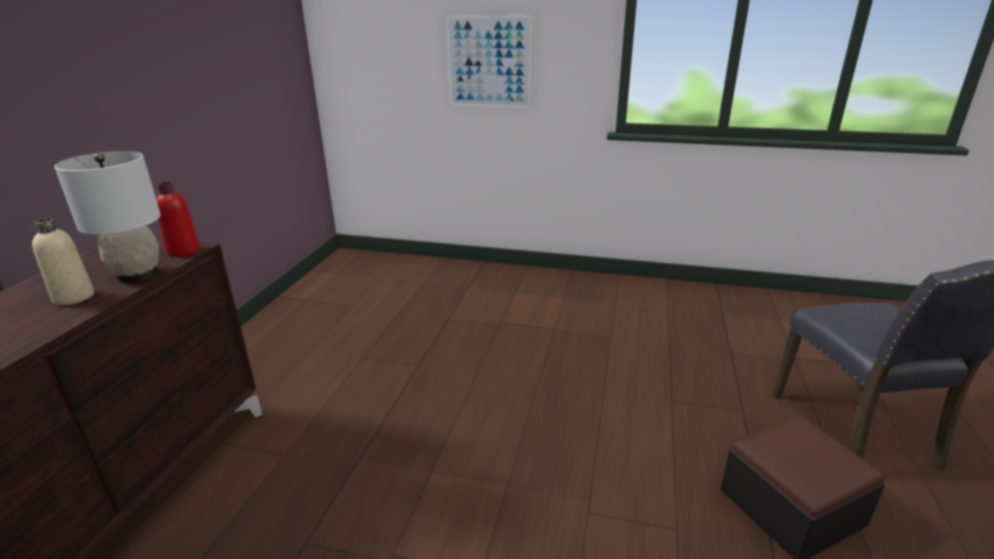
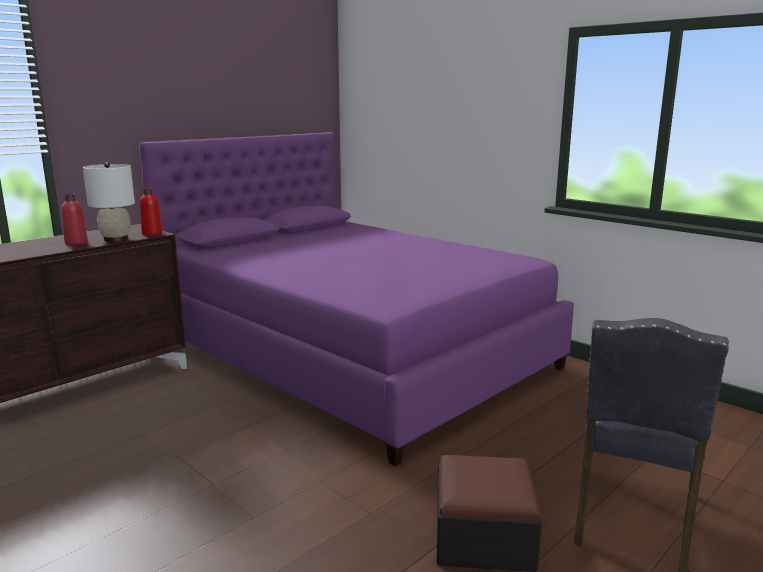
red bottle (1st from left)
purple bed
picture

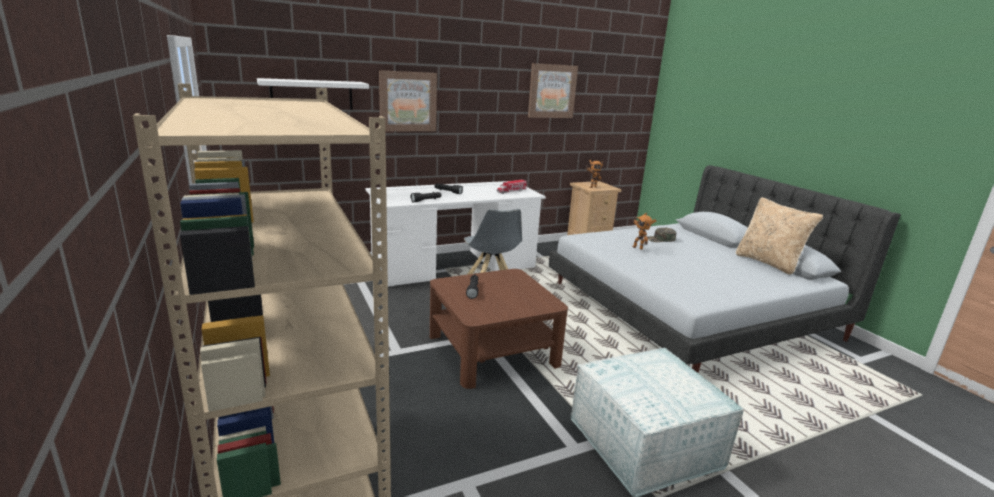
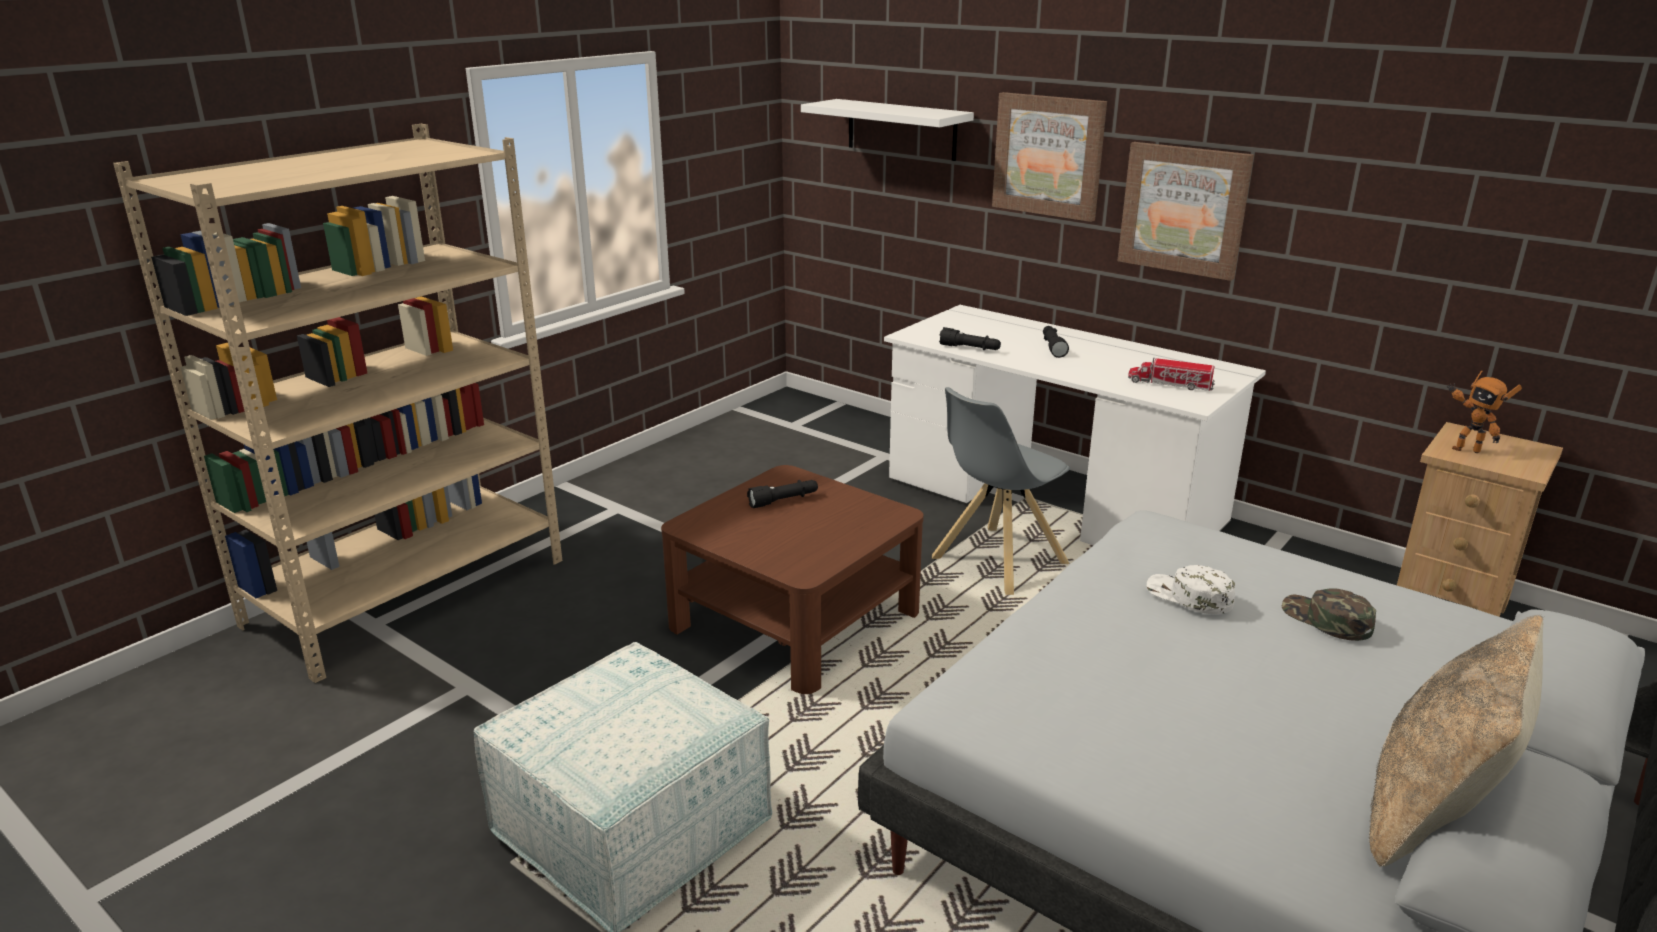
picture (2nd from left)
white cap

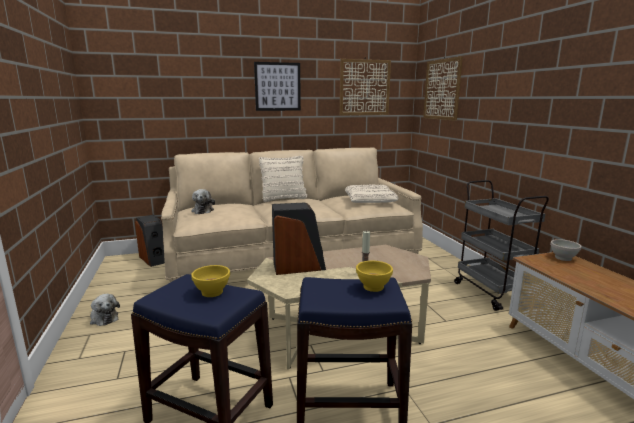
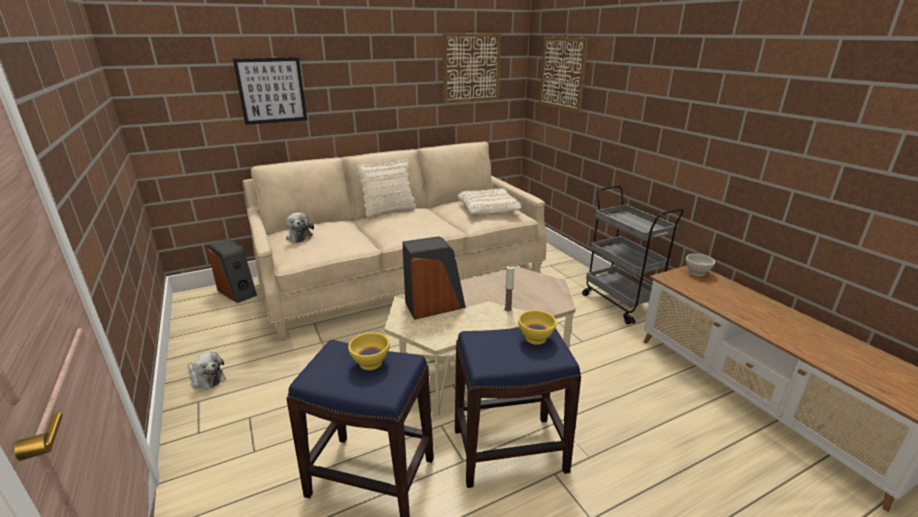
picture (1st from left)

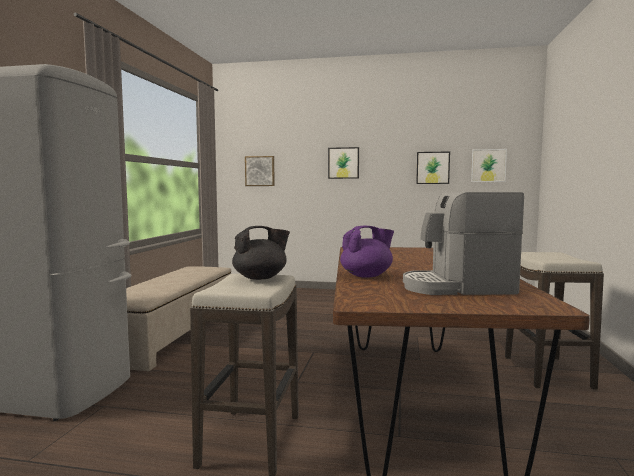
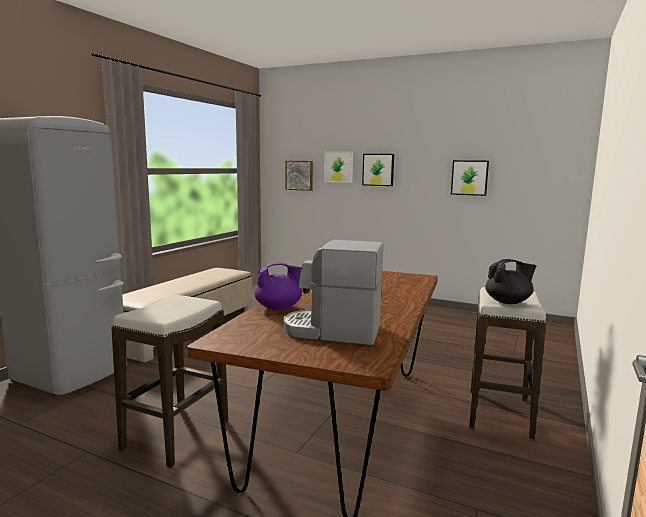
picture (2nd from left)
black teapot

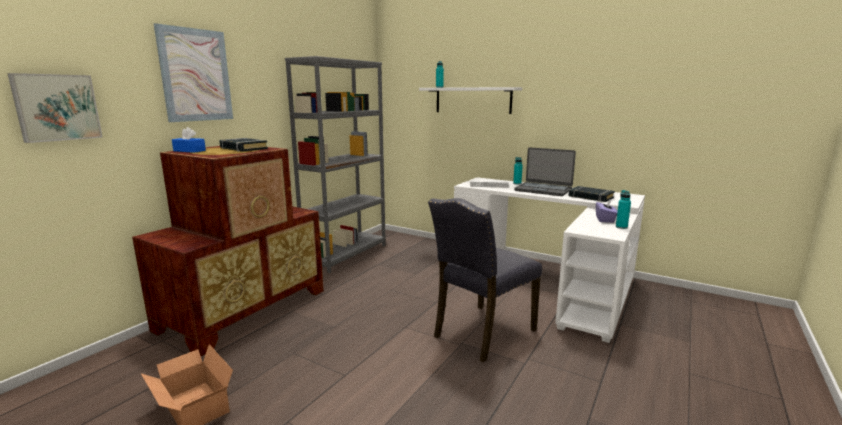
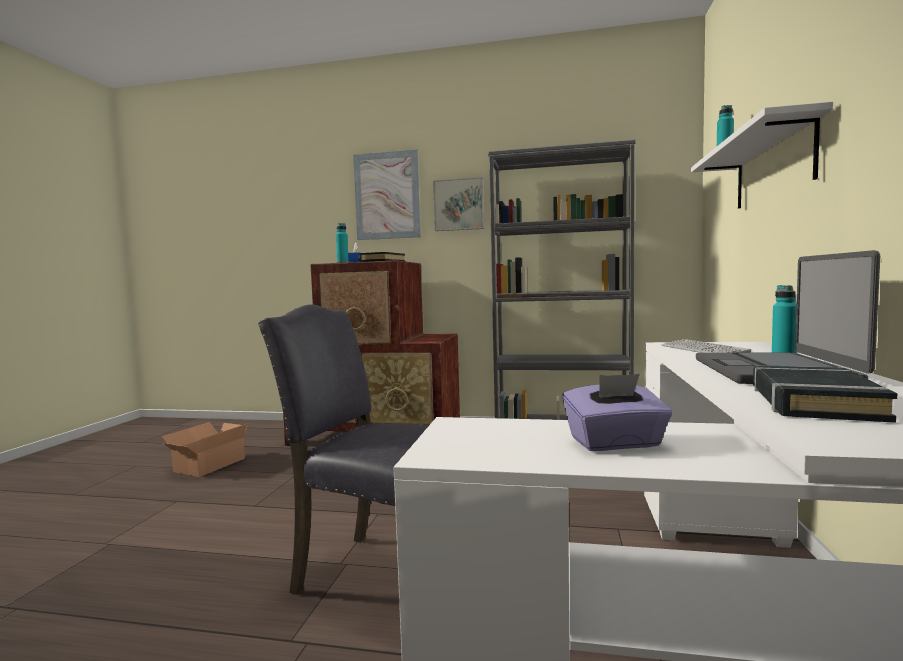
turquoise bottle (1st from left)
picture (2nd from left)

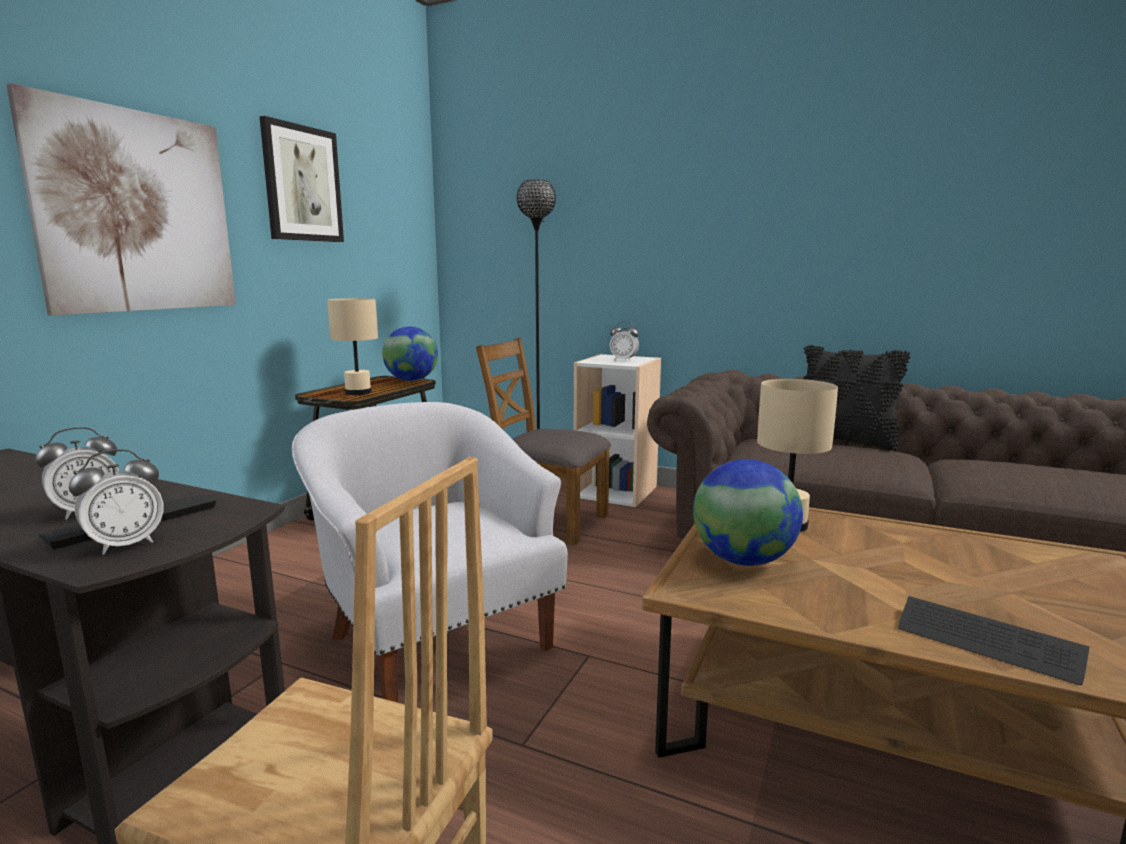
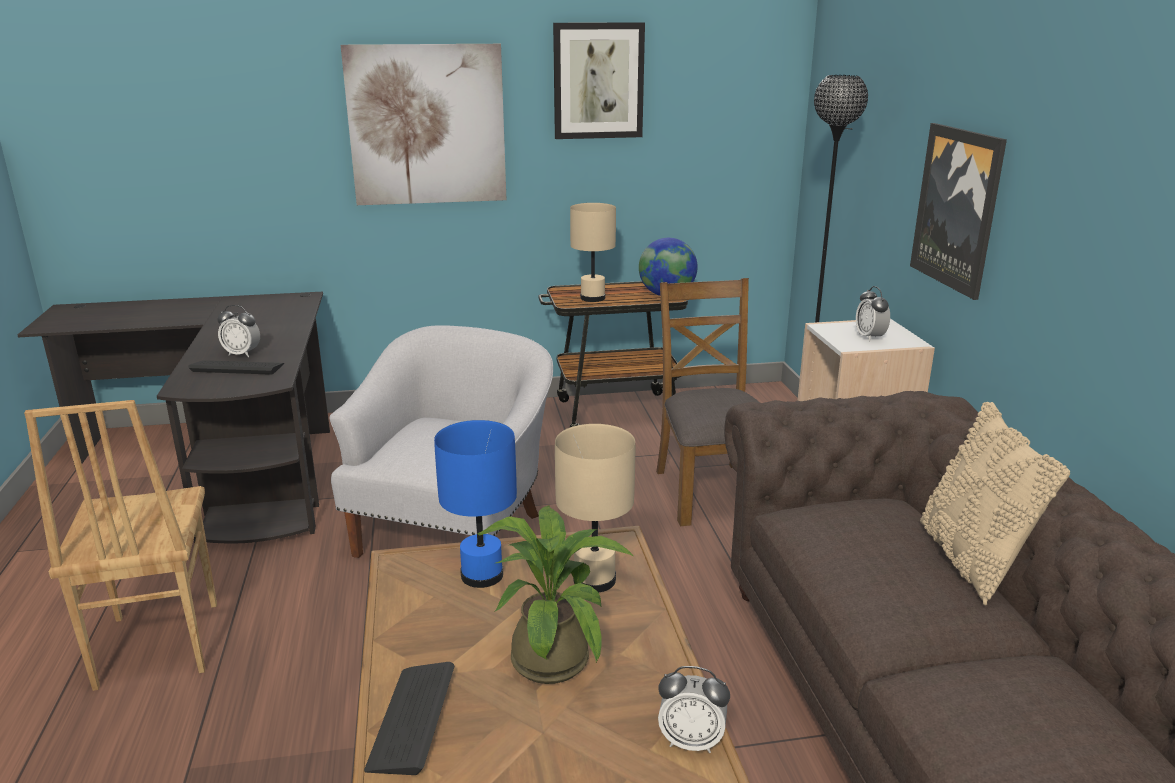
blue table lamp
potted plant
alarm clock (2nd from left)
picture (3rd from left)
beige pillow

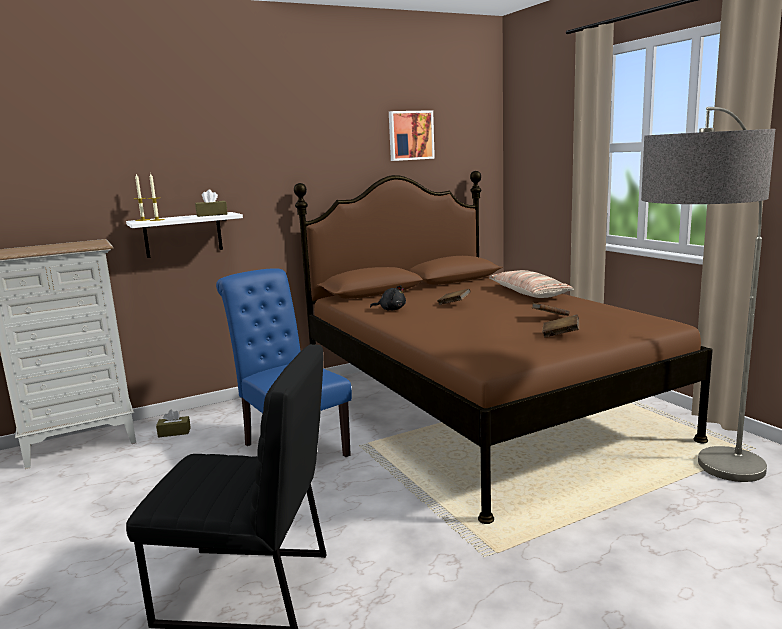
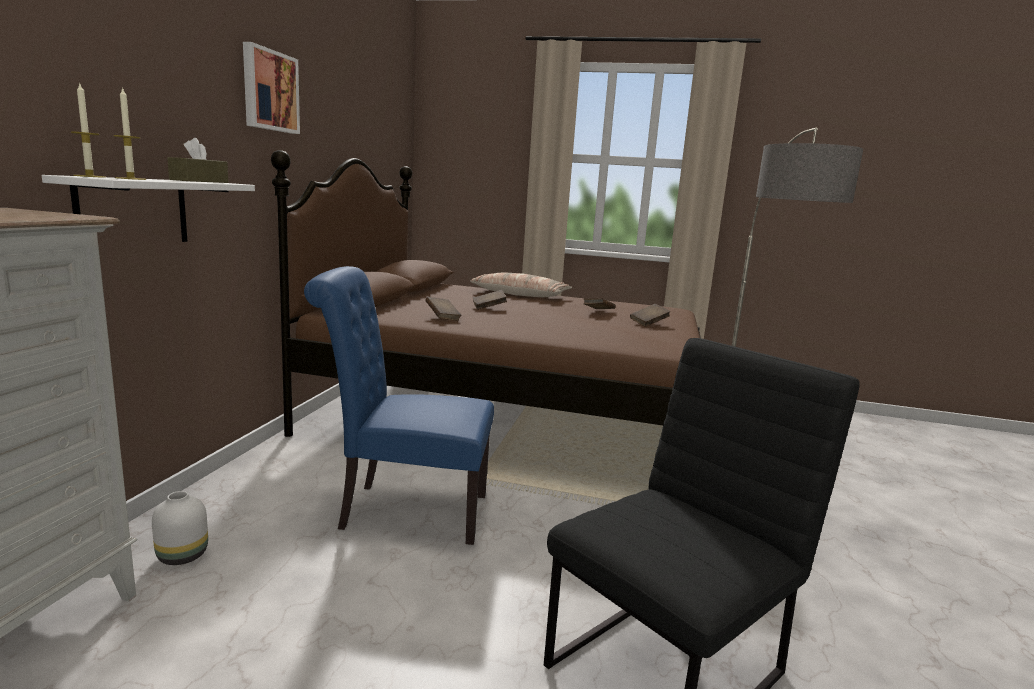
white vase
picture
brown book (1st from left)

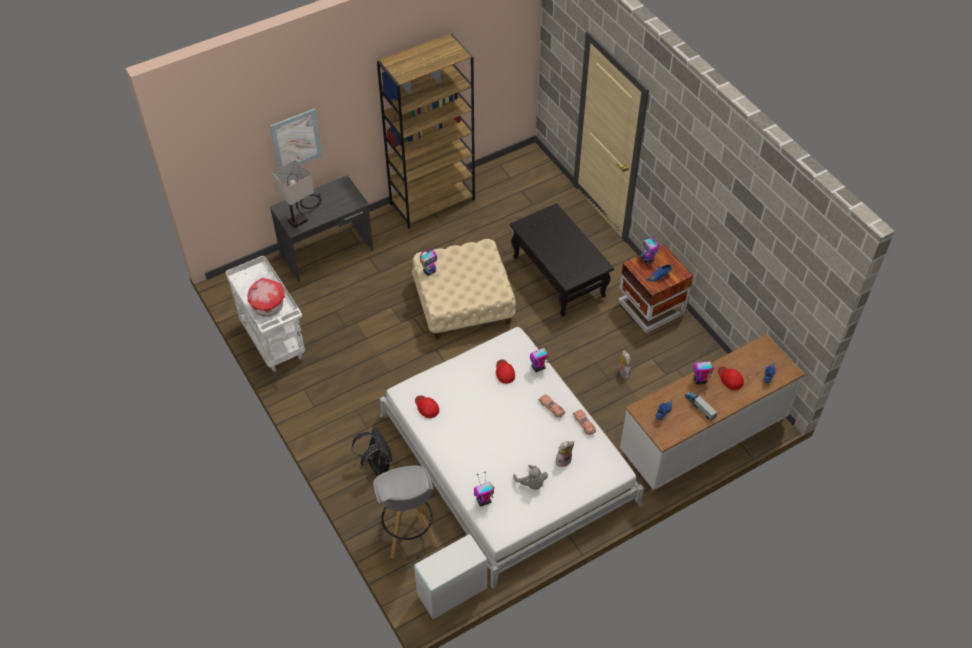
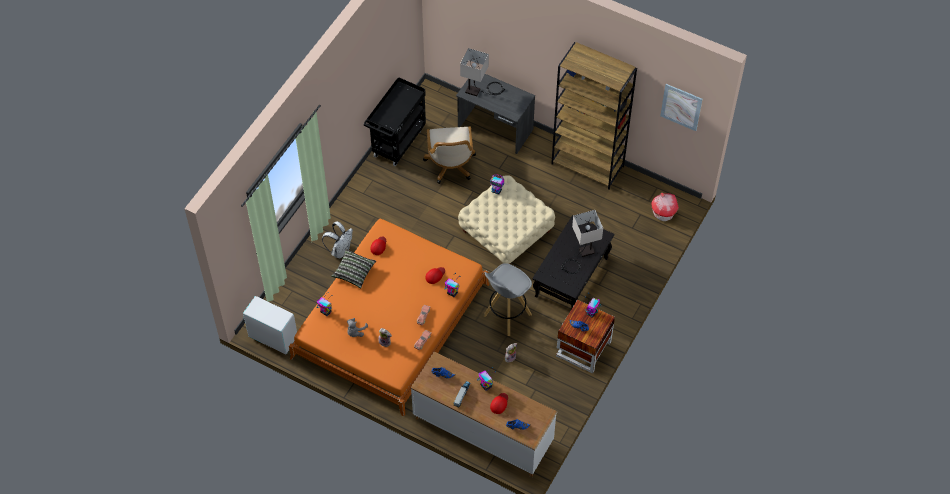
orange bed
white backpack
pillow
black cart
office chair
grey stool
table lamp (2nd from left)
toy house
picture

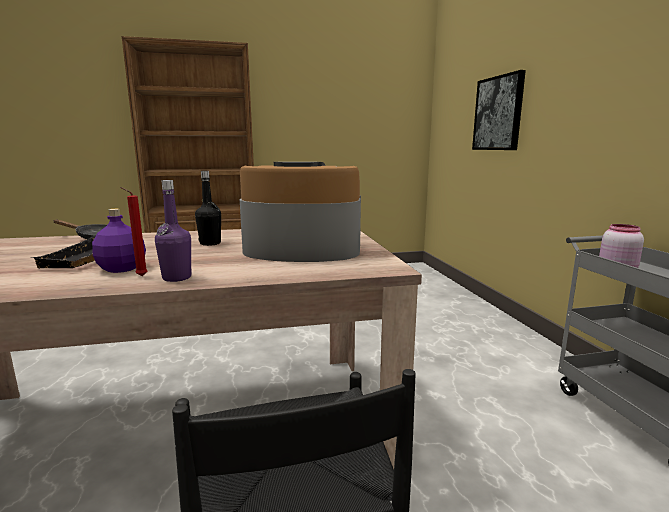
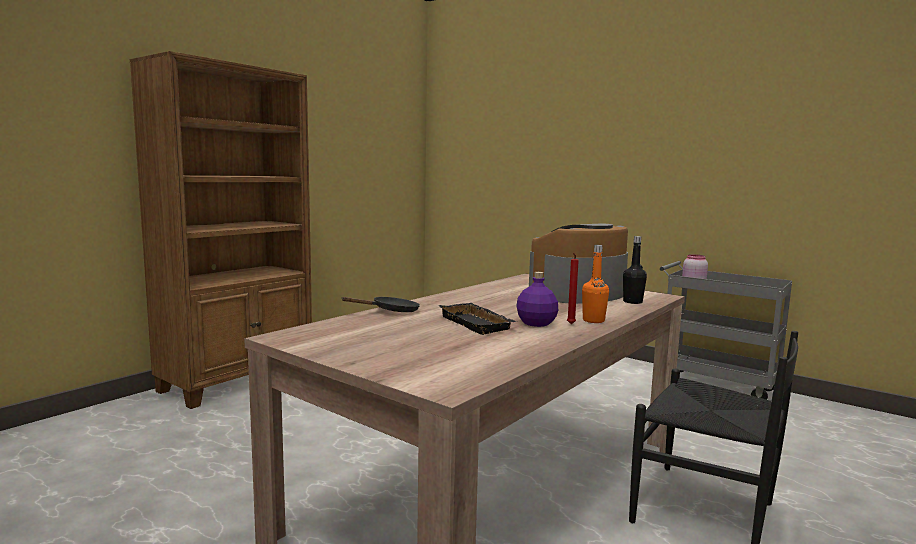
orange bottle
black bottle
picture

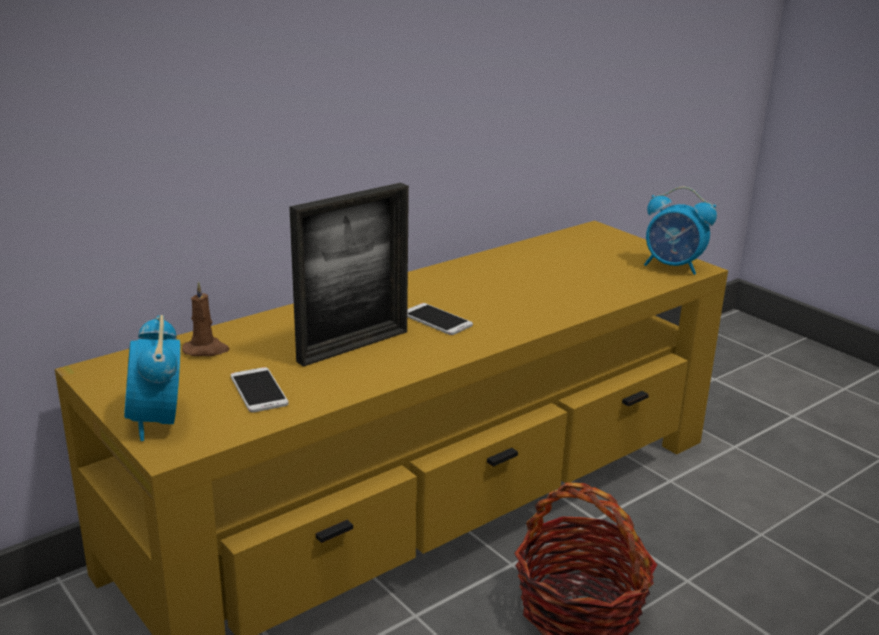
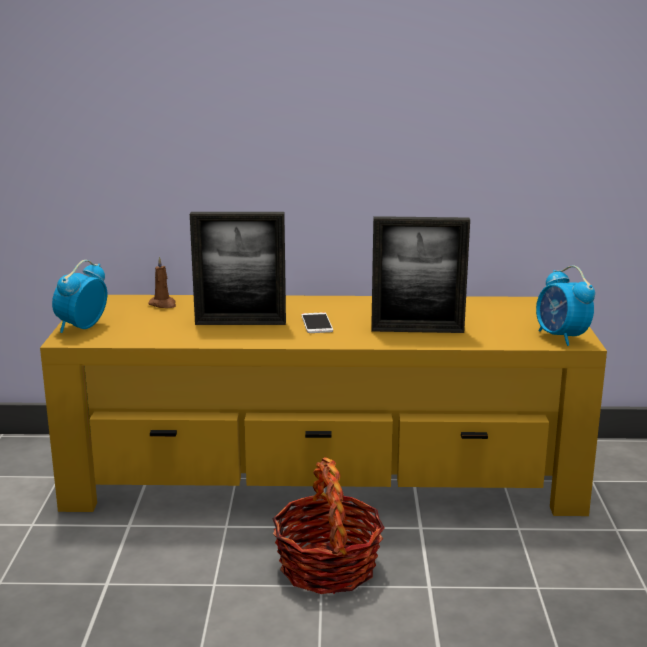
picture frame (2nd from left)
phone (1st from left in the first image)

